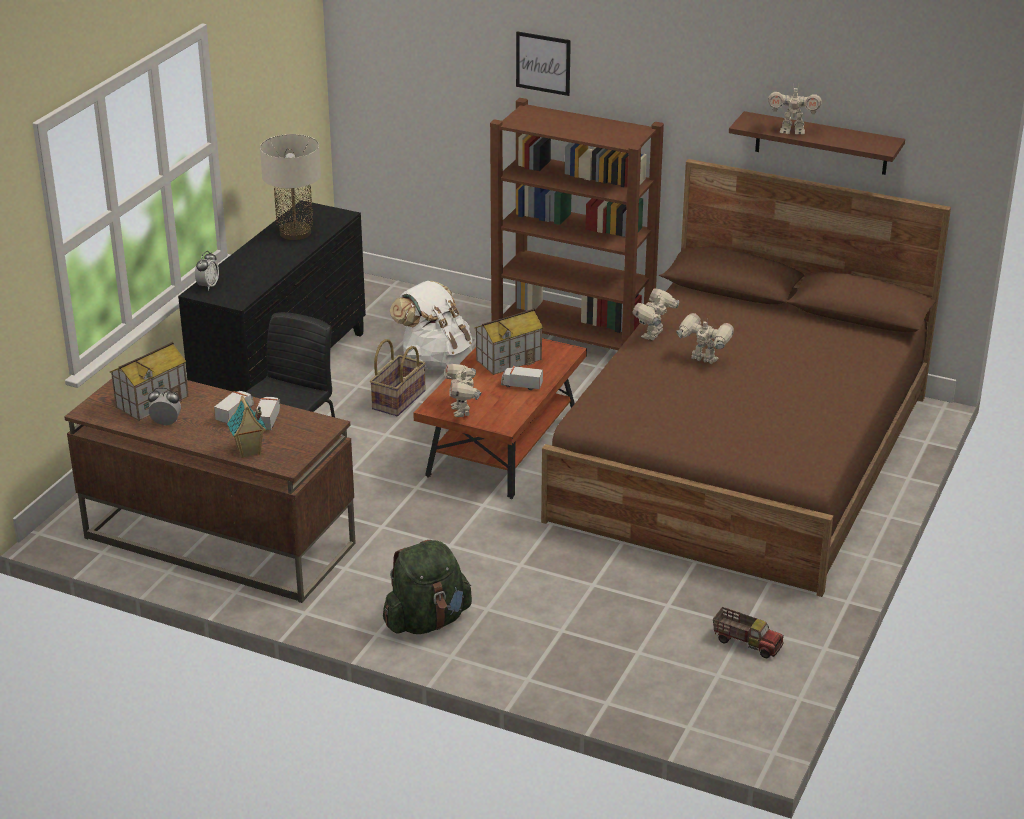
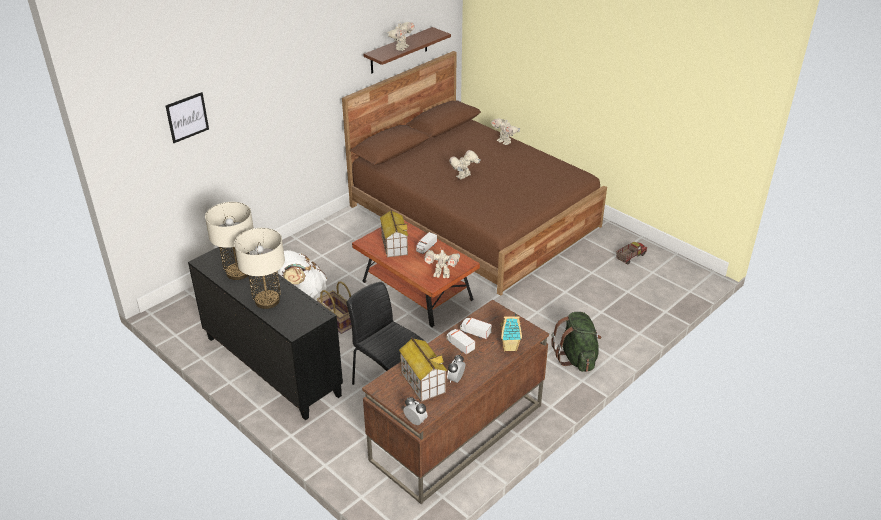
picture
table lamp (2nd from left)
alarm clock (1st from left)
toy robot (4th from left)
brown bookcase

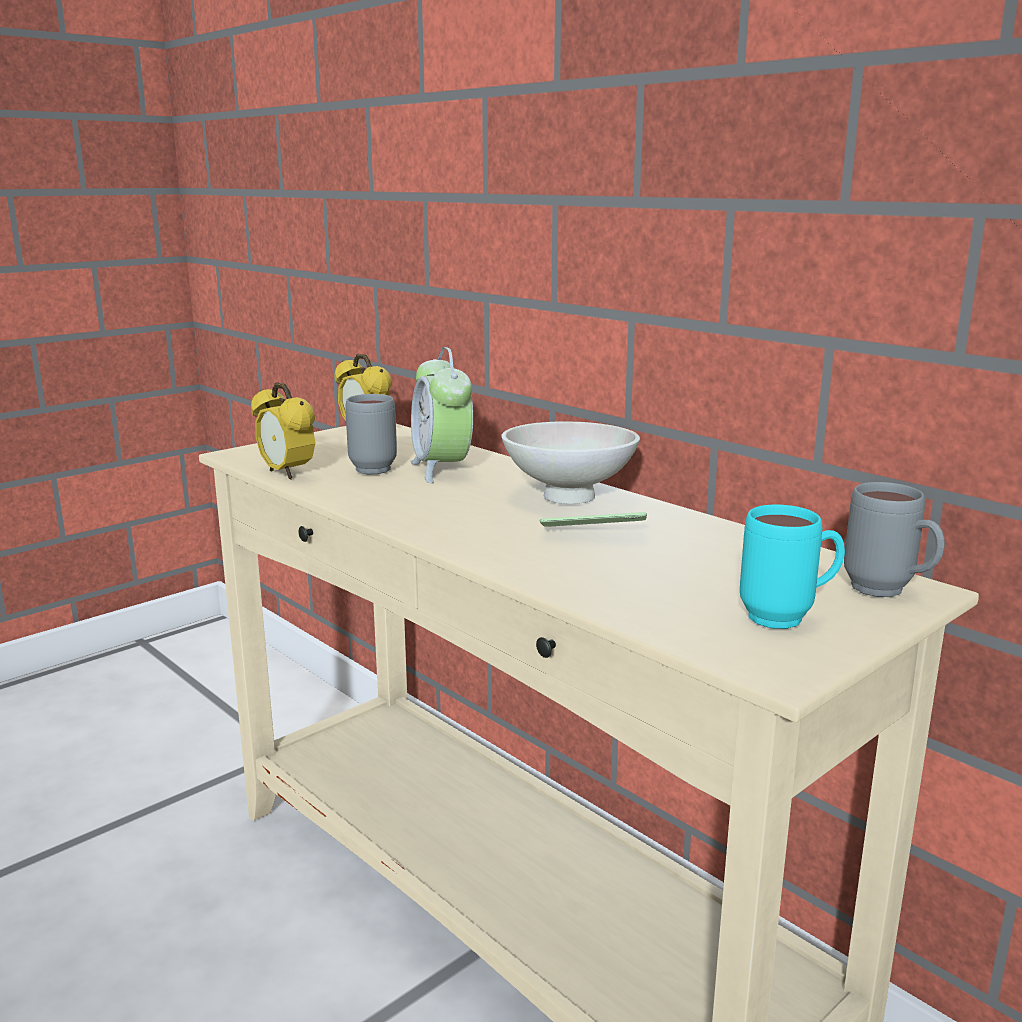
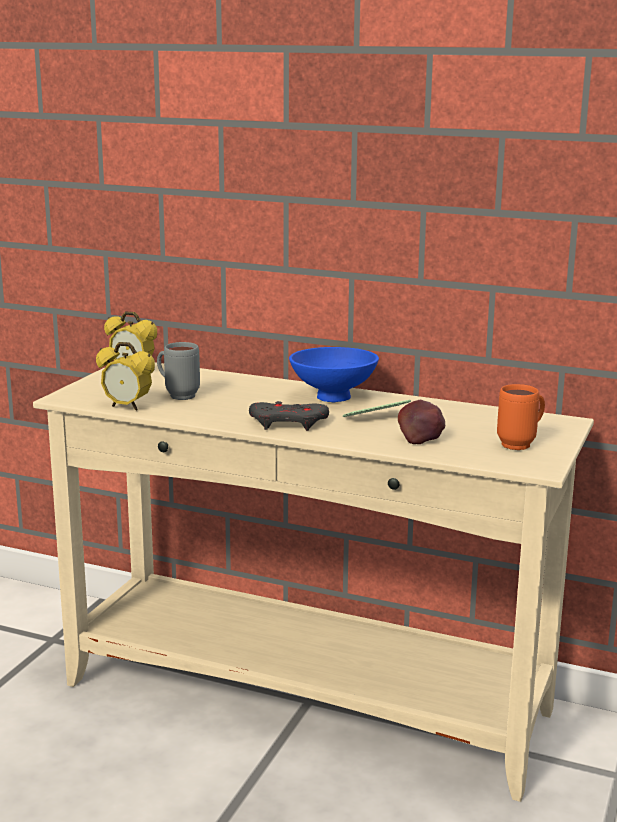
grey game controller
blue bowl
apple
orange mug
alarm clock (3rd from left in the first image)
grey mug (2nd from left in the first image)

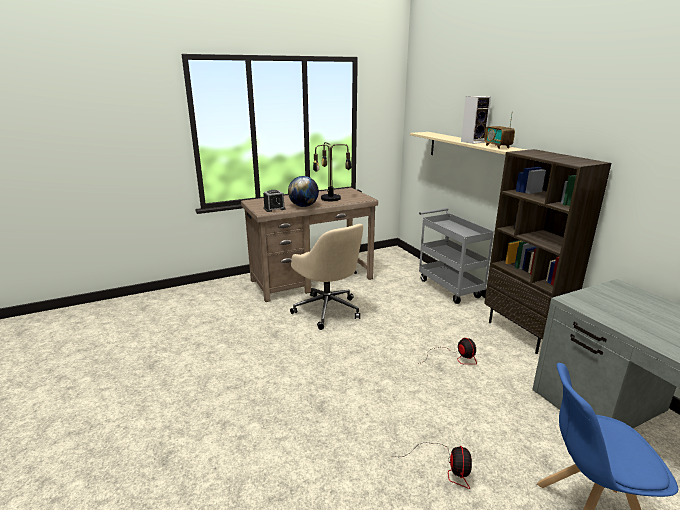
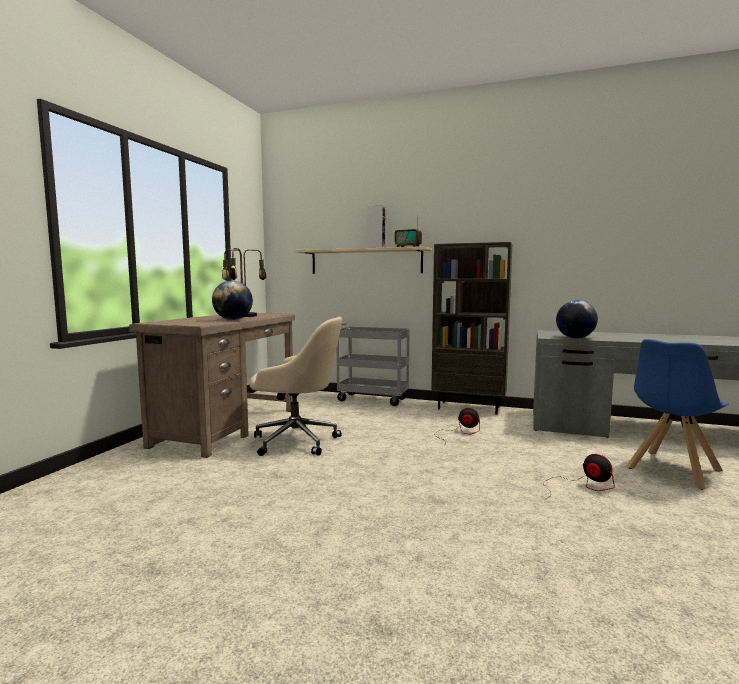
globe (2nd from left)
alarm clock

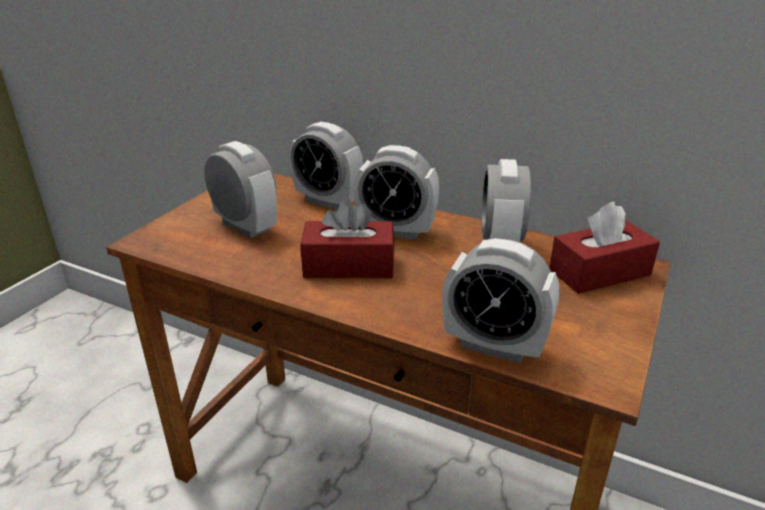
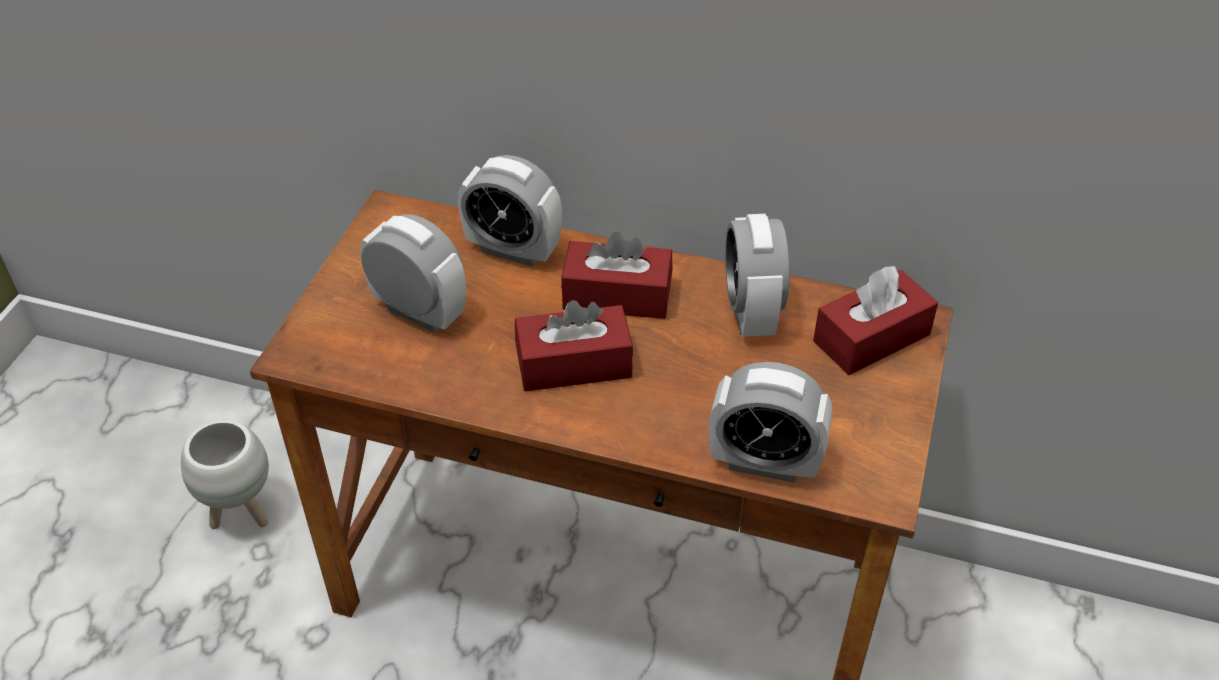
white planter
red tissue box (2nd from left)

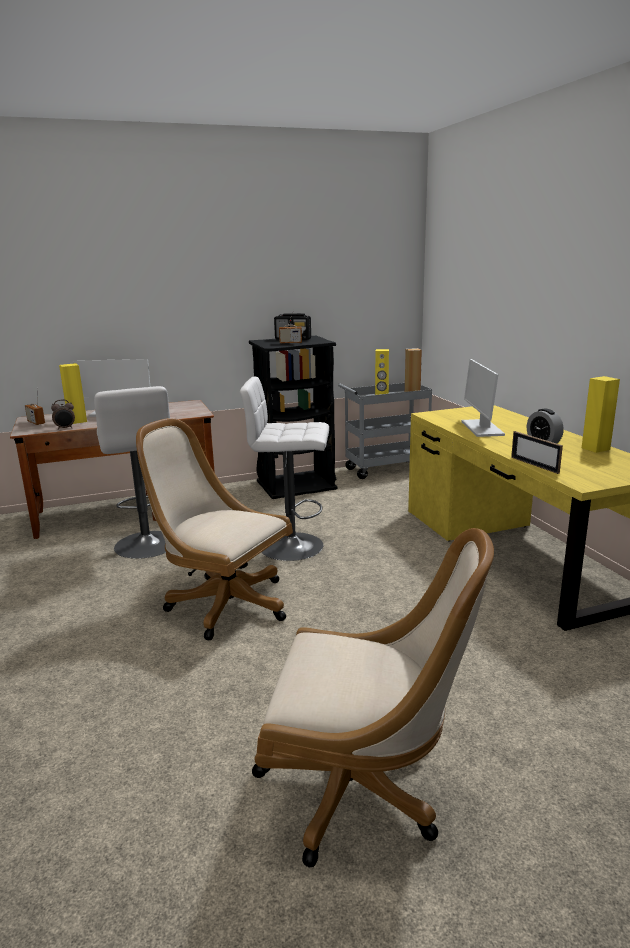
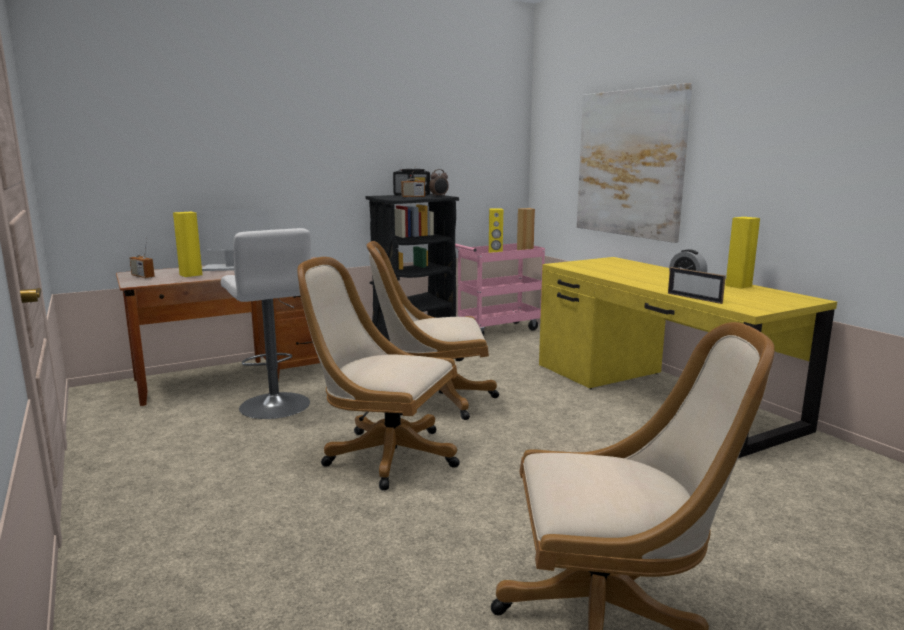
office chair (2nd from left)
alarm clock (1st from left)
pink cart
picture
monitor (2nd from left in the first image)

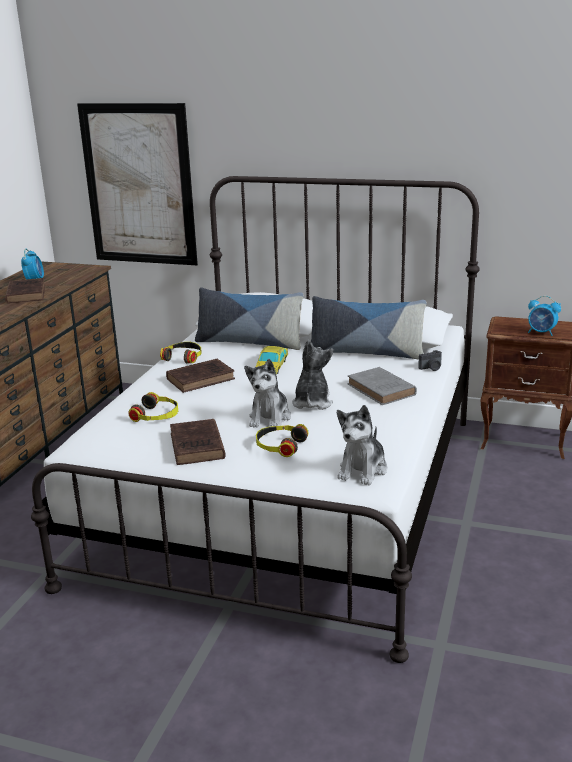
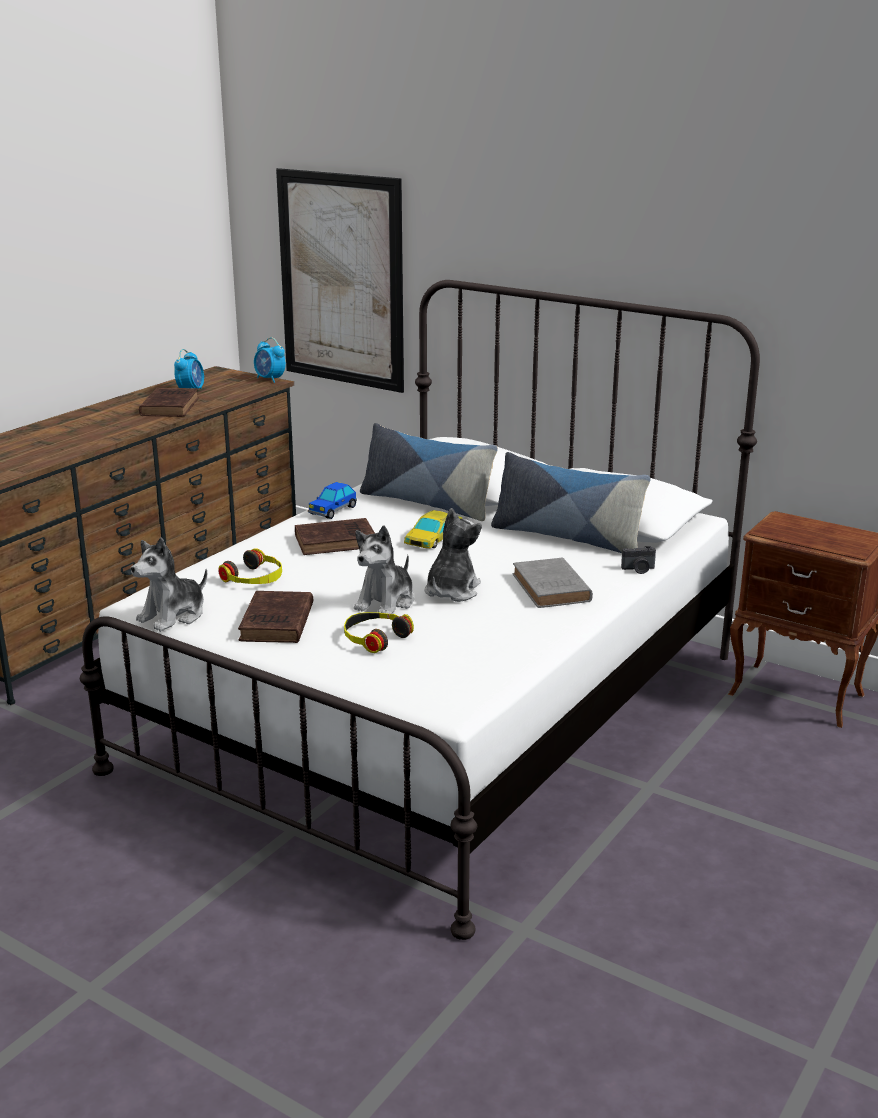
plush toy (1st from left)
alarm clock (2nd from left)
toy car (1st from left)

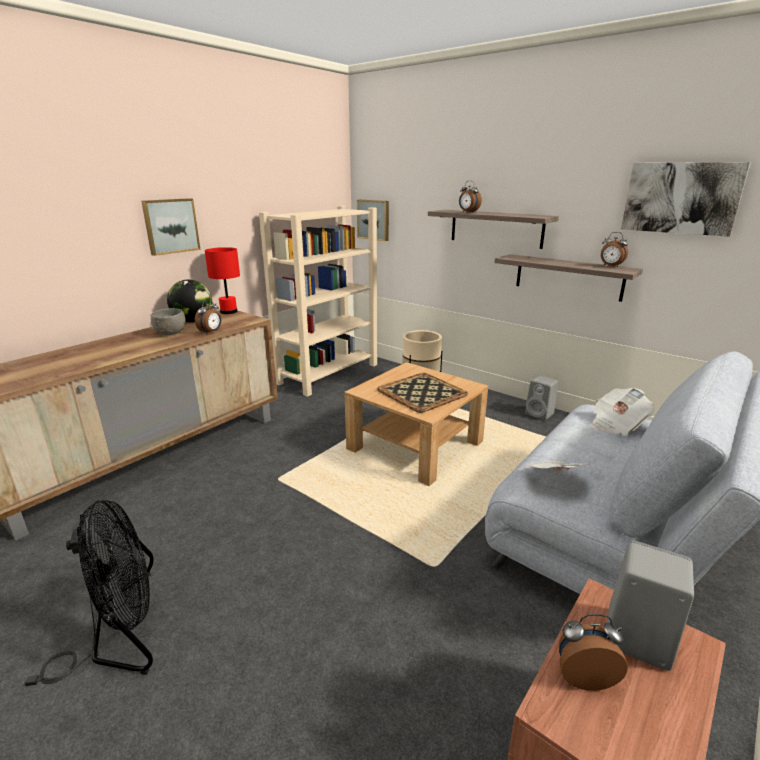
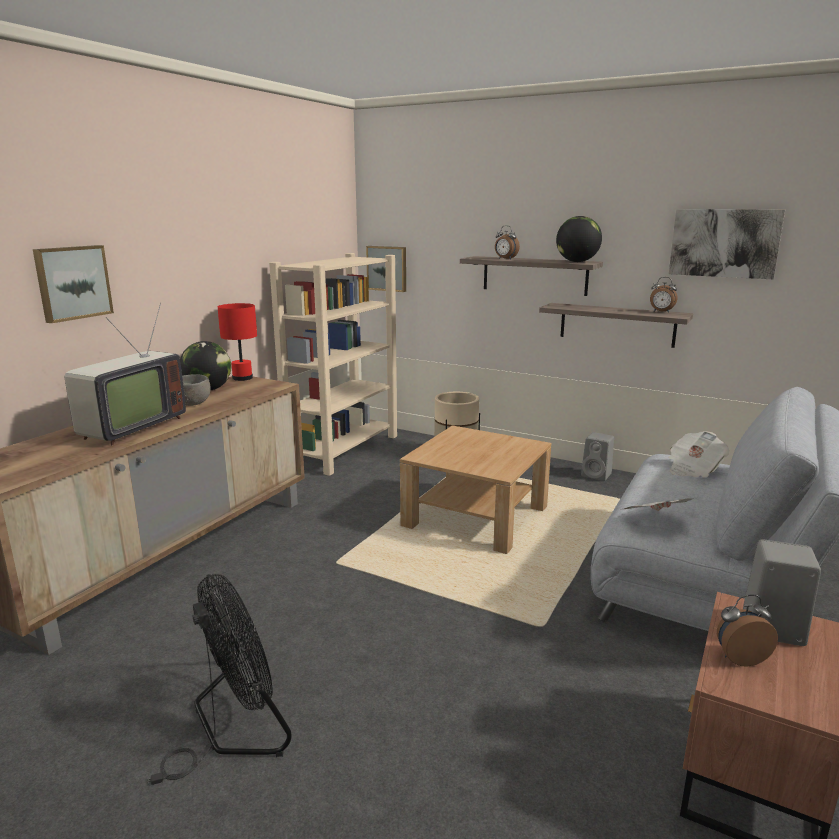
picture (1st from left)
television
globe (2nd from left)
alarm clock (1st from left in the first image)
tray

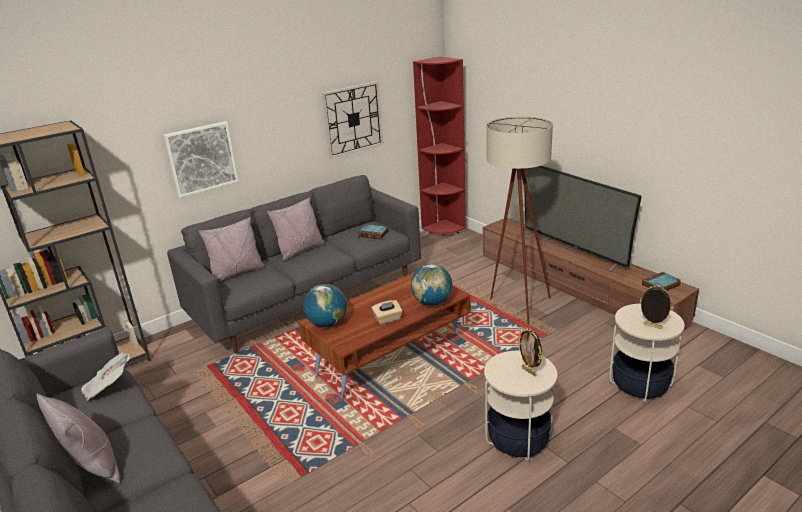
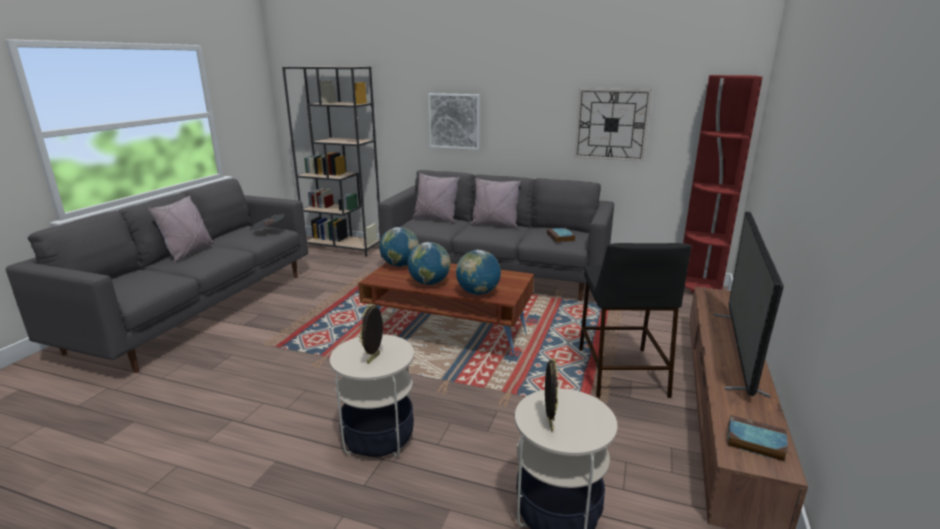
globe (2nd from left)
black stool

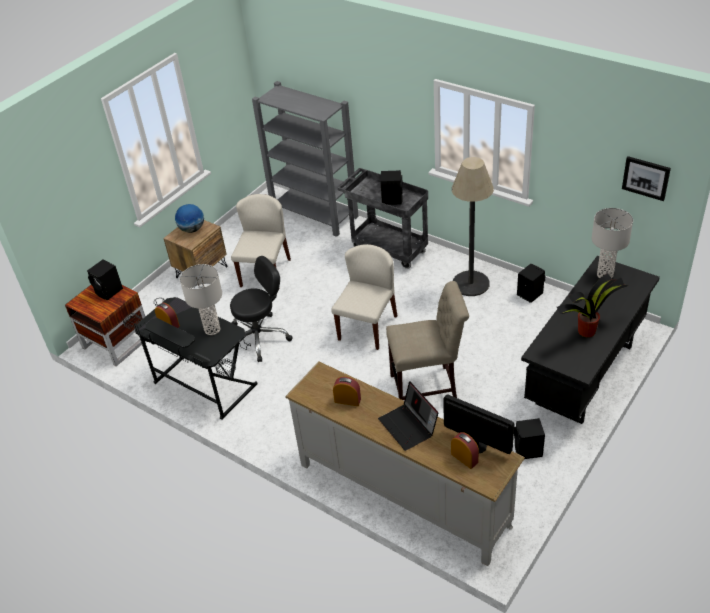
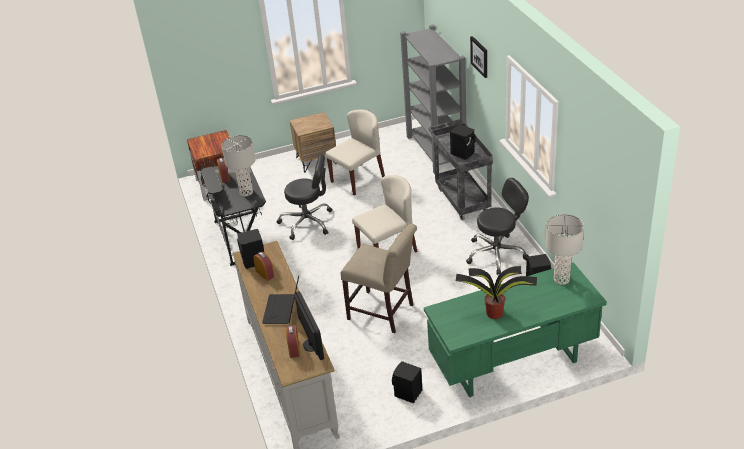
black speaker (1st from left)
green desk
black office chair (2nd from left)
picture
globe

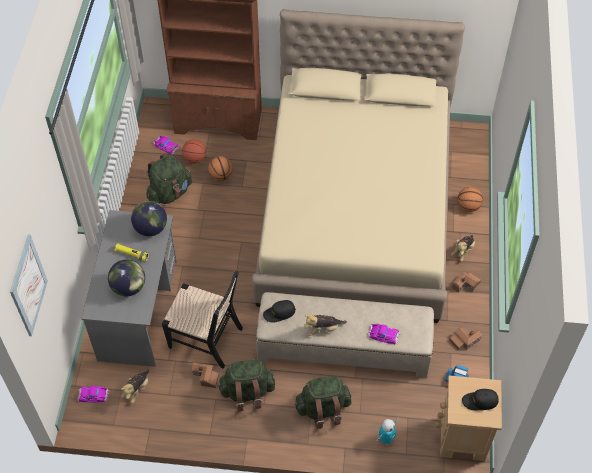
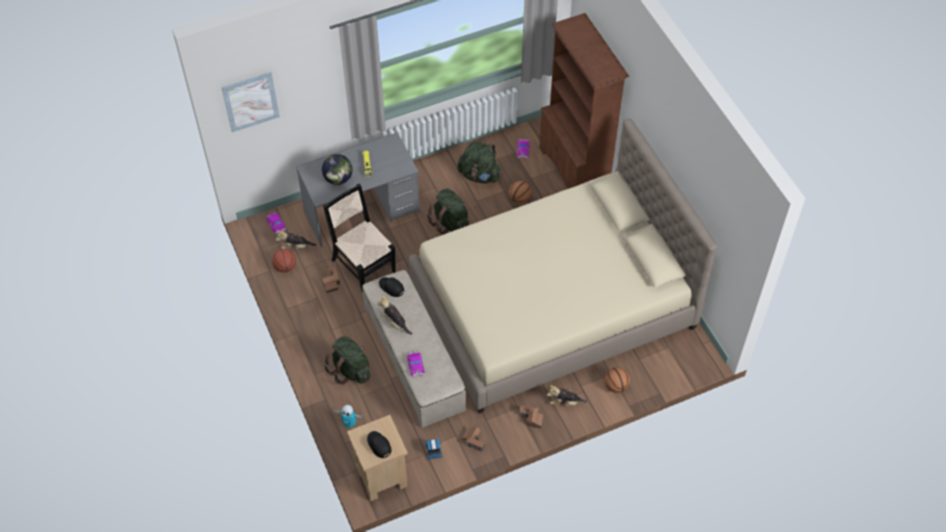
basketball (1st from left)
chair
green backpack (2nd from left)
globe (2nd from left in the first image)

